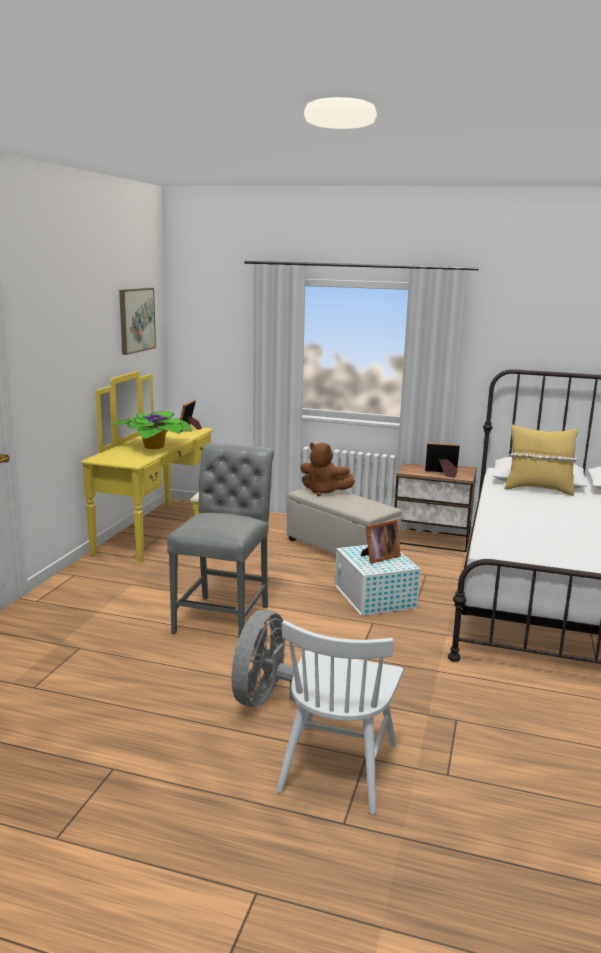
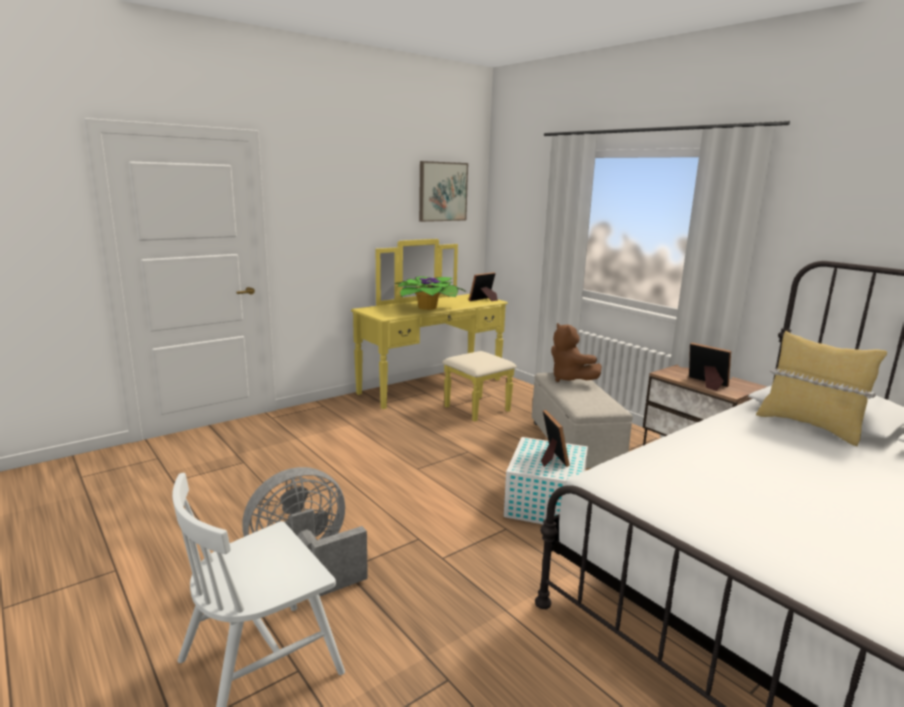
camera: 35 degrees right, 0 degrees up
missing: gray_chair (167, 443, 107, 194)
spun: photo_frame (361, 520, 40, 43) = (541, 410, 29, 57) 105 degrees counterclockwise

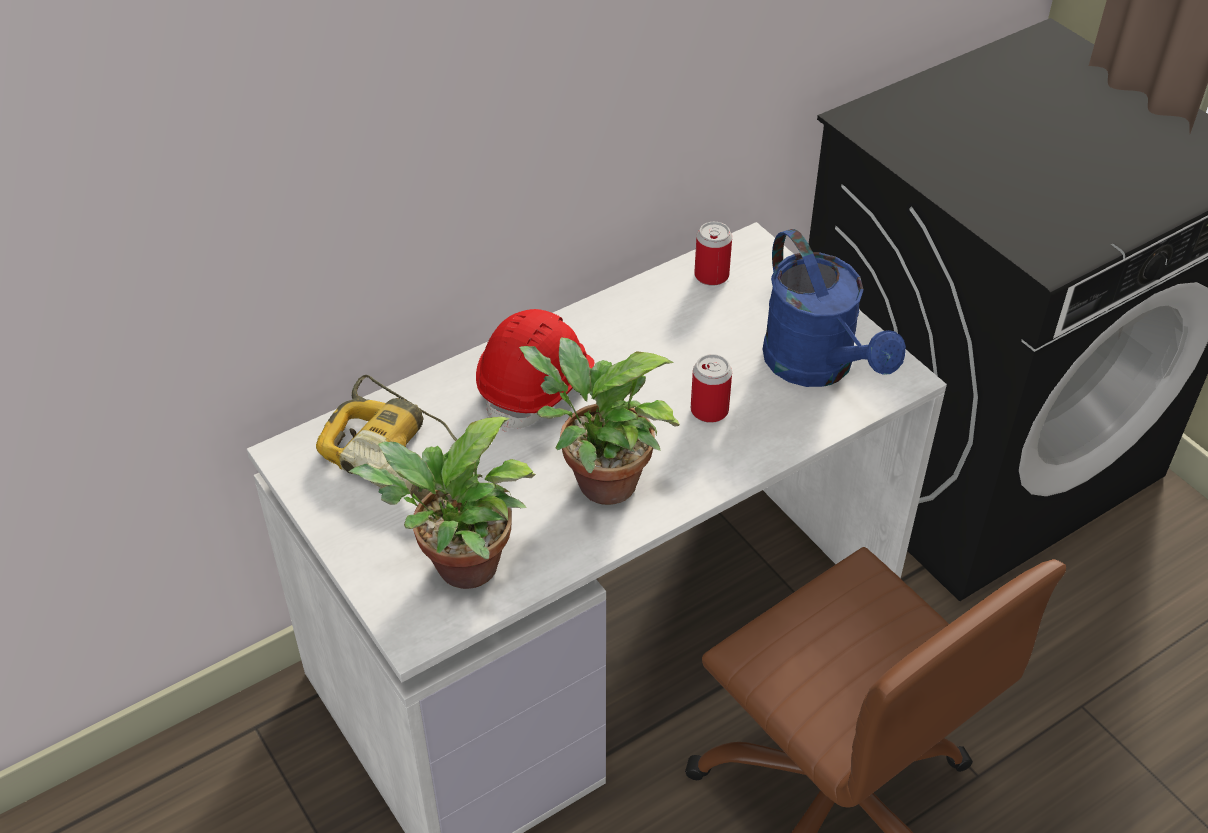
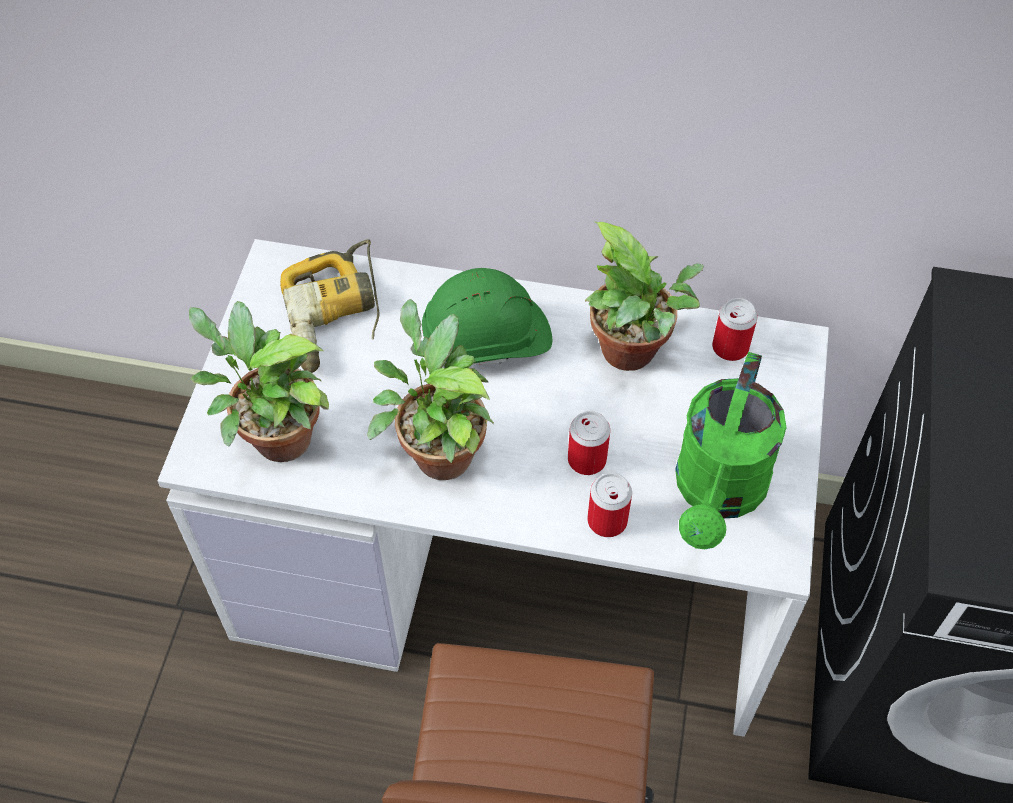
camera: 45 degrees right, 10 degrees up
appeared: plant_in_a_pot (585, 221, 119, 150); can (587, 473, 45, 64)
colour: red_work_helmet (476, 309, 119, 123) to greenish_work_helmet (422, 268, 130, 99); bluish_sprinkling_can (763, 229, 143, 158) to greenish_sprinkling_can (675, 352, 112, 197)

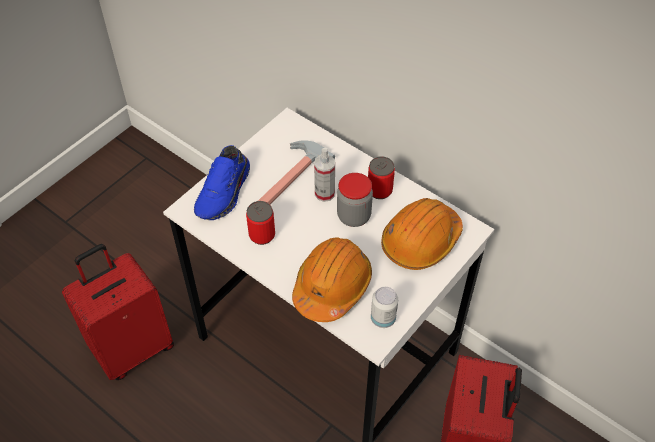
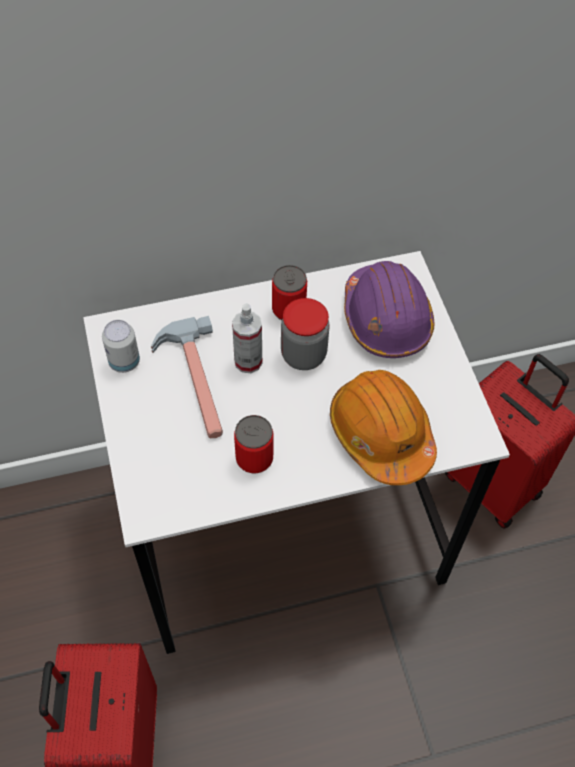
camera: 55 degrees left, 5 degrees up
missing: bluish_shoe (194, 145, 56, 75)
relocated: can (371, 287, 27, 41) to (102, 320, 38, 53)
colour: orange-coloured_work_helmet (381, 198, 82, 72) to purple-coloured_work_helmet (344, 261, 91, 97)

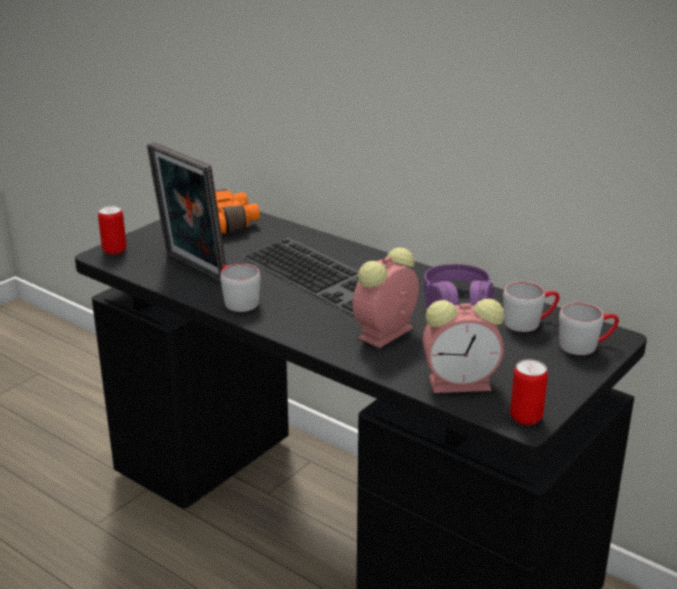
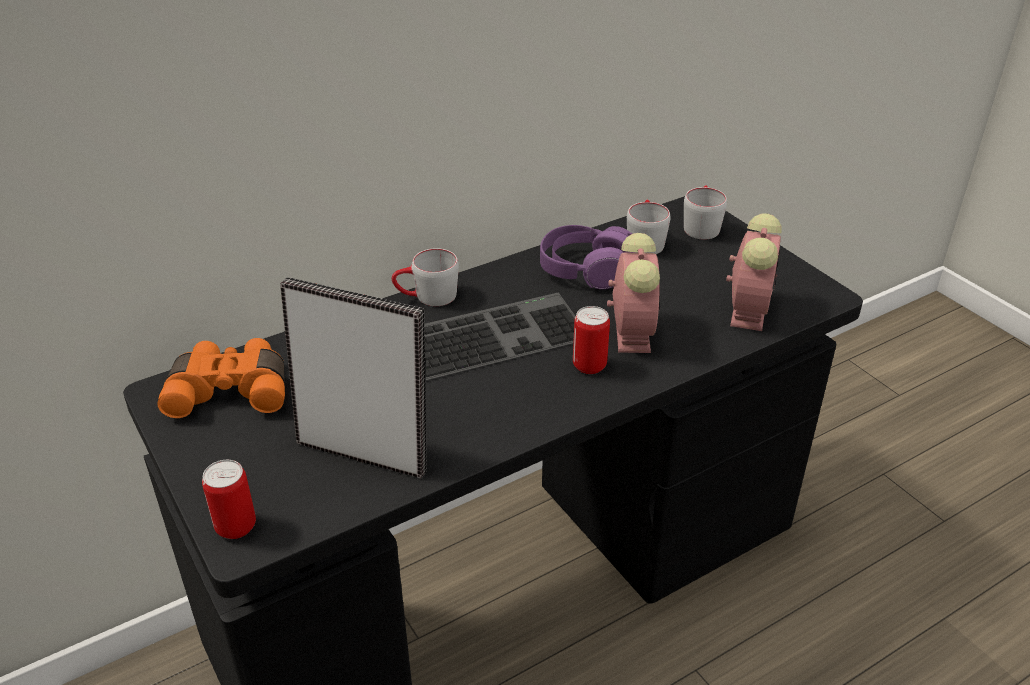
camera: 70 degrees left, 10 degrees up
relocated: gray_mug (220, 264, 41, 48) to (392, 248, 67, 58); can (510, 359, 38, 66) to (573, 306, 37, 68)
spun: photo_frame (147, 142, 79, 141) = (280, 277, 147, 201) 135 degrees counterclockwise; table_clock (353, 247, 66, 101) = (607, 233, 53, 120) 150 degrees counterclockwise

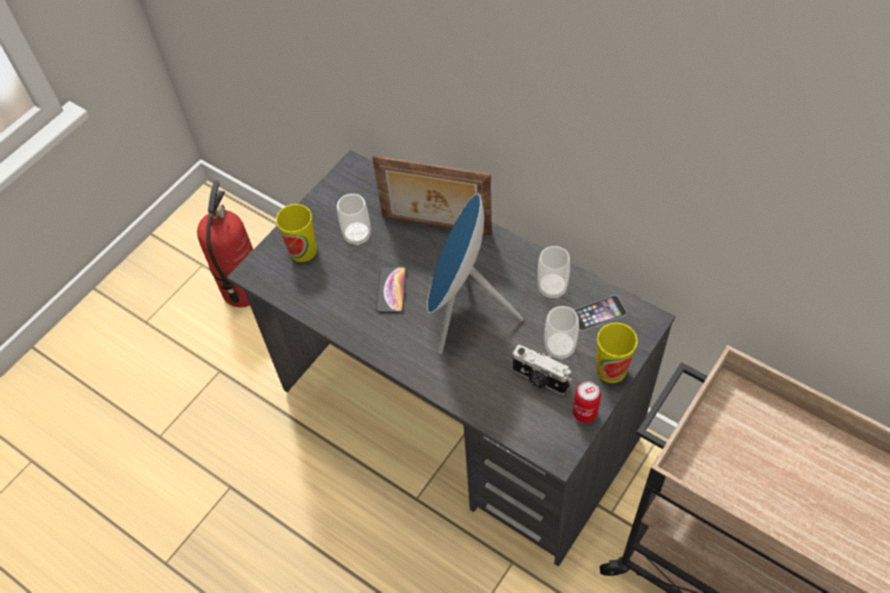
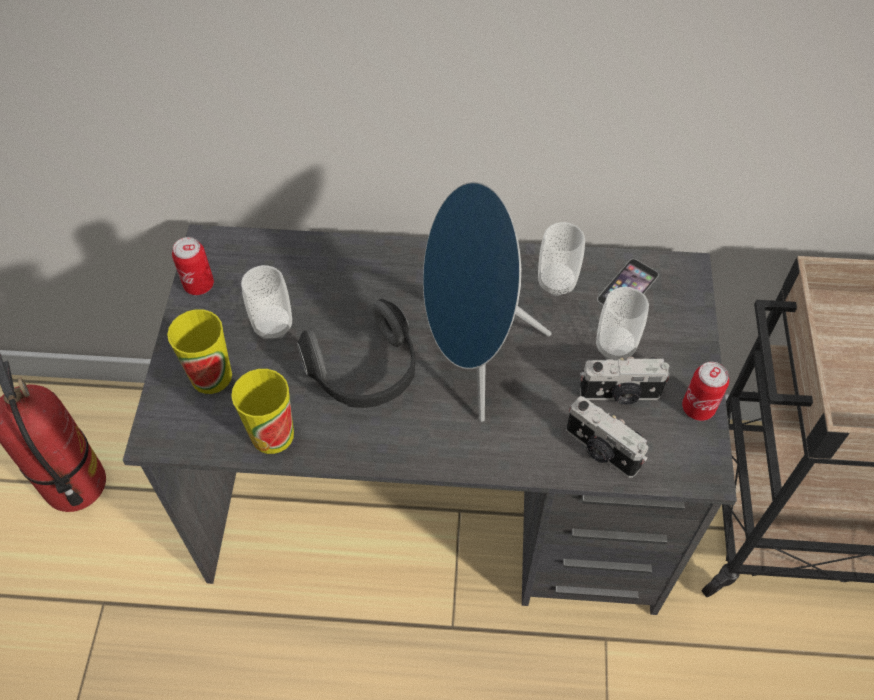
camera: 35 degrees left, 0 degrees up
missing: photo_frame (372, 155, 120, 80)
appeared: can (172, 237, 42, 58); still_camera (566, 396, 82, 82)
relocated: cup (596, 323, 42, 60) to (231, 369, 63, 85)
exchanged: phone (376, 267, 31, 46) to headphones (297, 299, 118, 109)

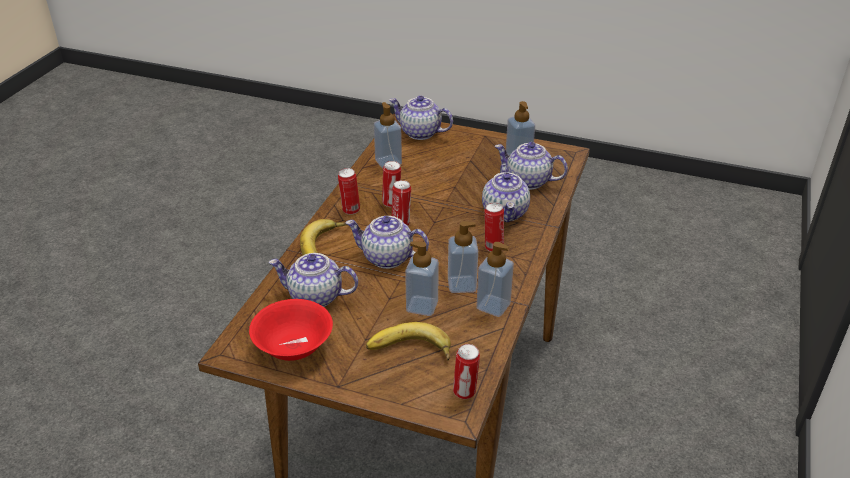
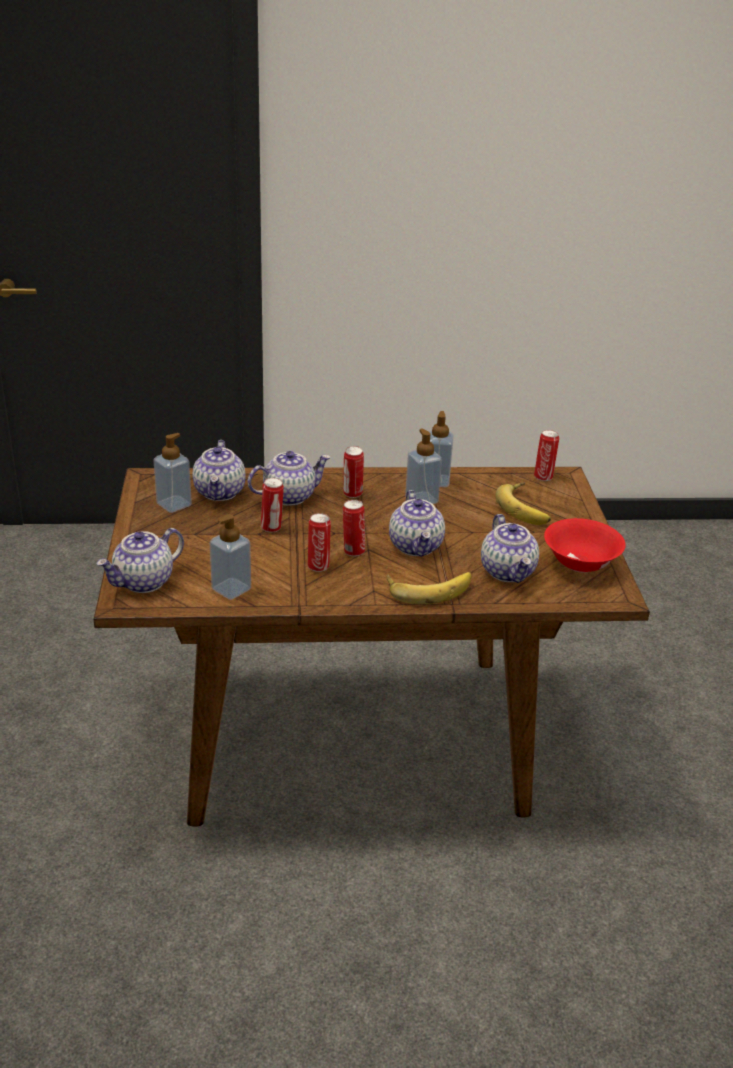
camera: 115 degrees left, 5 degrees down
missing: soap_dispenser (405, 242, 34, 74)
relocated: can (338, 168, 22, 47) to (261, 478, 23, 54)
spun: tea_pot (389, 95, 64, 45) = (96, 528, 88, 65) 45 degrees clockwise

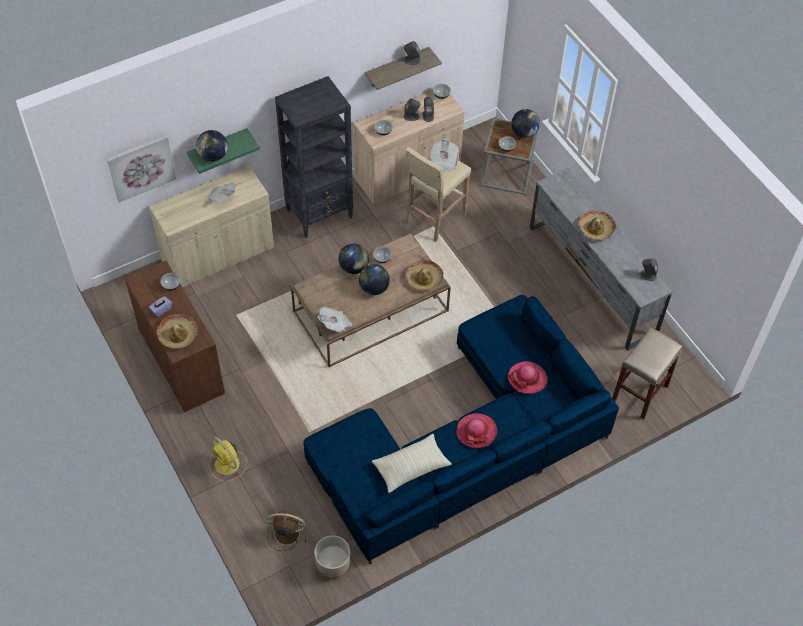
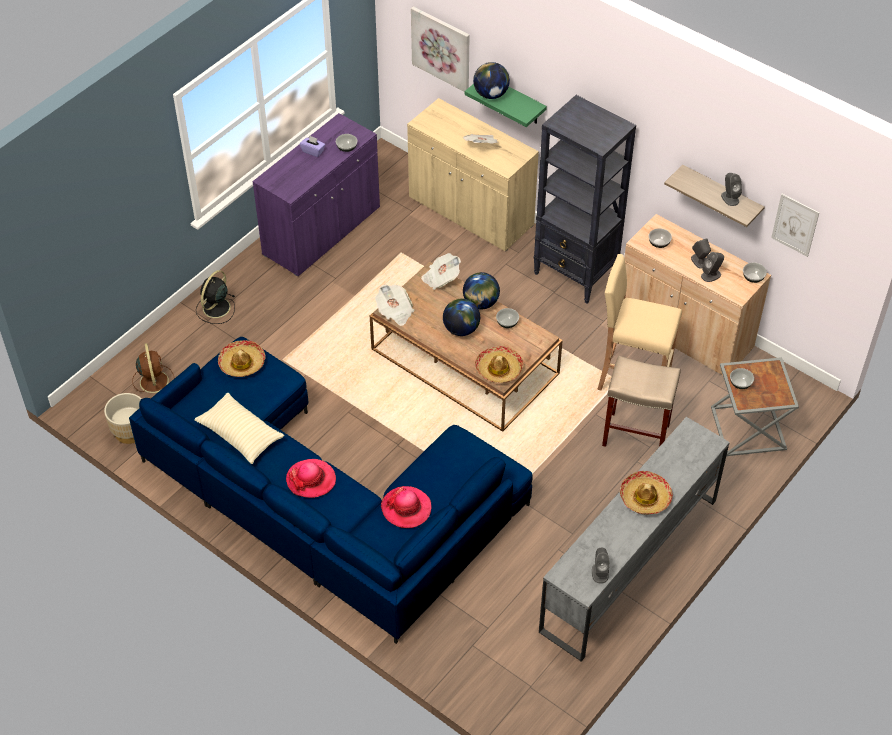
camera: 70 degrees right, 5 degrees down
missing: world_globe (512, 109, 28, 29)
appeared: wall_picture (771, 194, 49, 63)
relocated: hat (157, 314, 41, 35) to (218, 340, 48, 37); printed_paper (430, 139, 30, 34) to (421, 253, 40, 37); beige-coloured_sitting_stool (612, 327, 71, 92) to (602, 356, 79, 91)
colour: brown_storage_cabinet (125, 261, 100, 152) to purple-coloured_storage_cabinet (252, 113, 128, 163); yellow_electric_fan (208, 437, 39, 45) to black_electric_fan (196, 270, 39, 54)

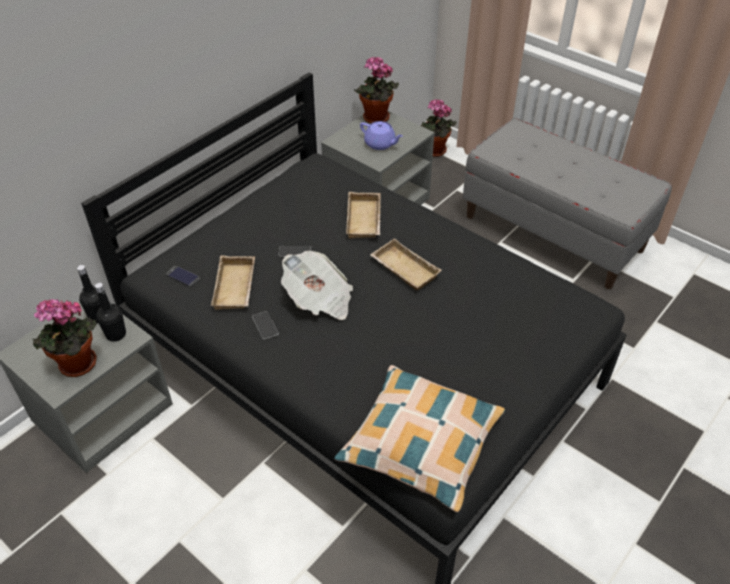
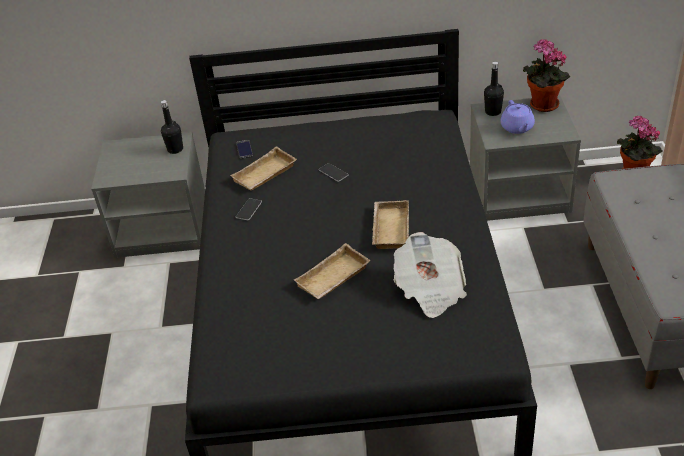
camera: 50 degrees right, 5 degrees down
missing: plant_in_a_pot (32, 299, 65, 78); throw_pillow (334, 365, 171, 147)
relocated: black_beverage_bottle (95, 283, 31, 59) to (484, 61, 20, 55); printed_paper (281, 251, 72, 69) to (393, 232, 74, 86); beige-coloured_tray (346, 192, 35, 46) to (294, 243, 77, 56)

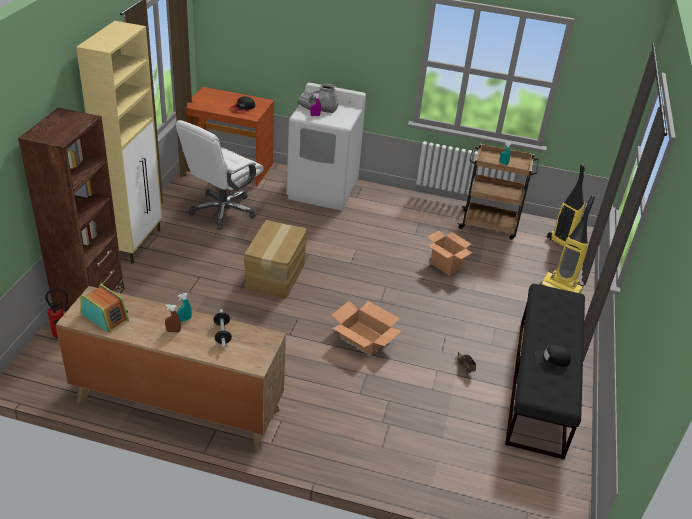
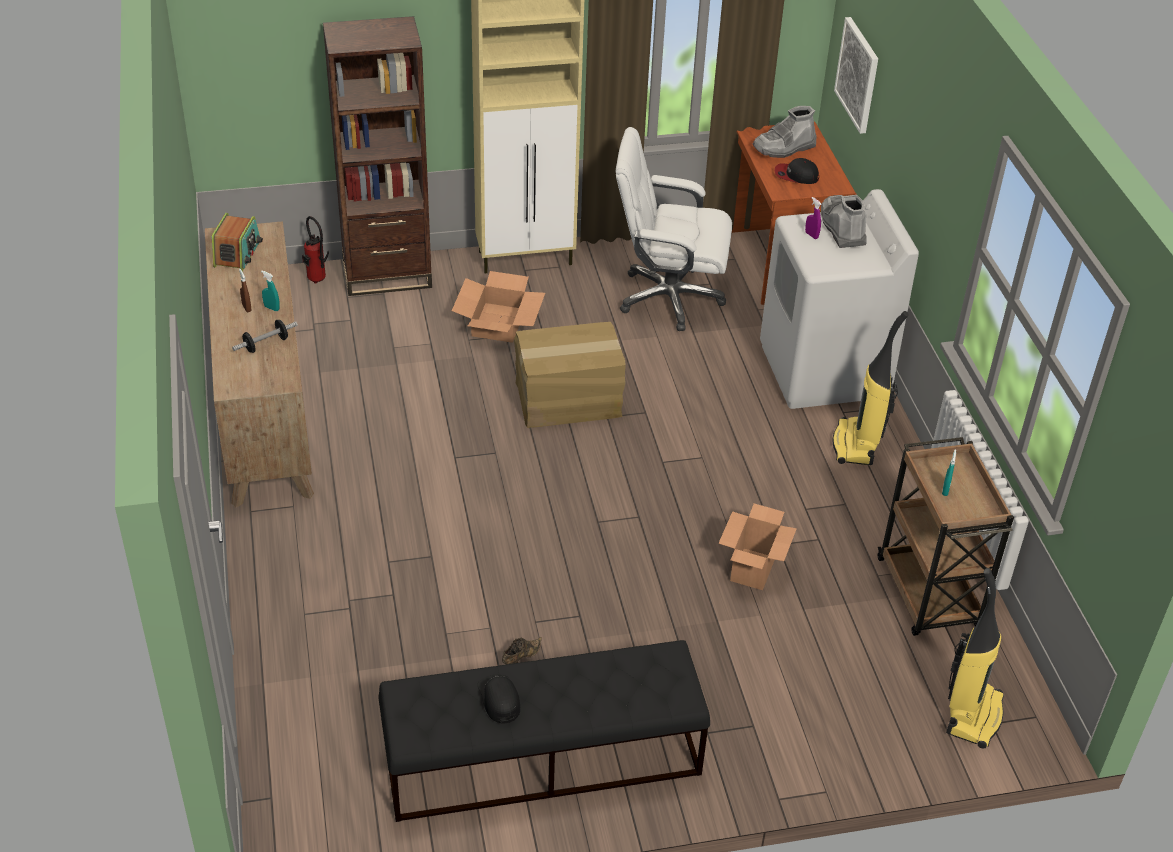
camera: 65 degrees right, 5 degrees up
appeared: gray_tall_boot (752, 106, 65, 52); wall_picture (834, 17, 44, 117)
relocated: packing_box (332, 301, 69, 54) to (452, 271, 93, 72); vacuum (540, 195, 55, 98) to (832, 311, 76, 154)

